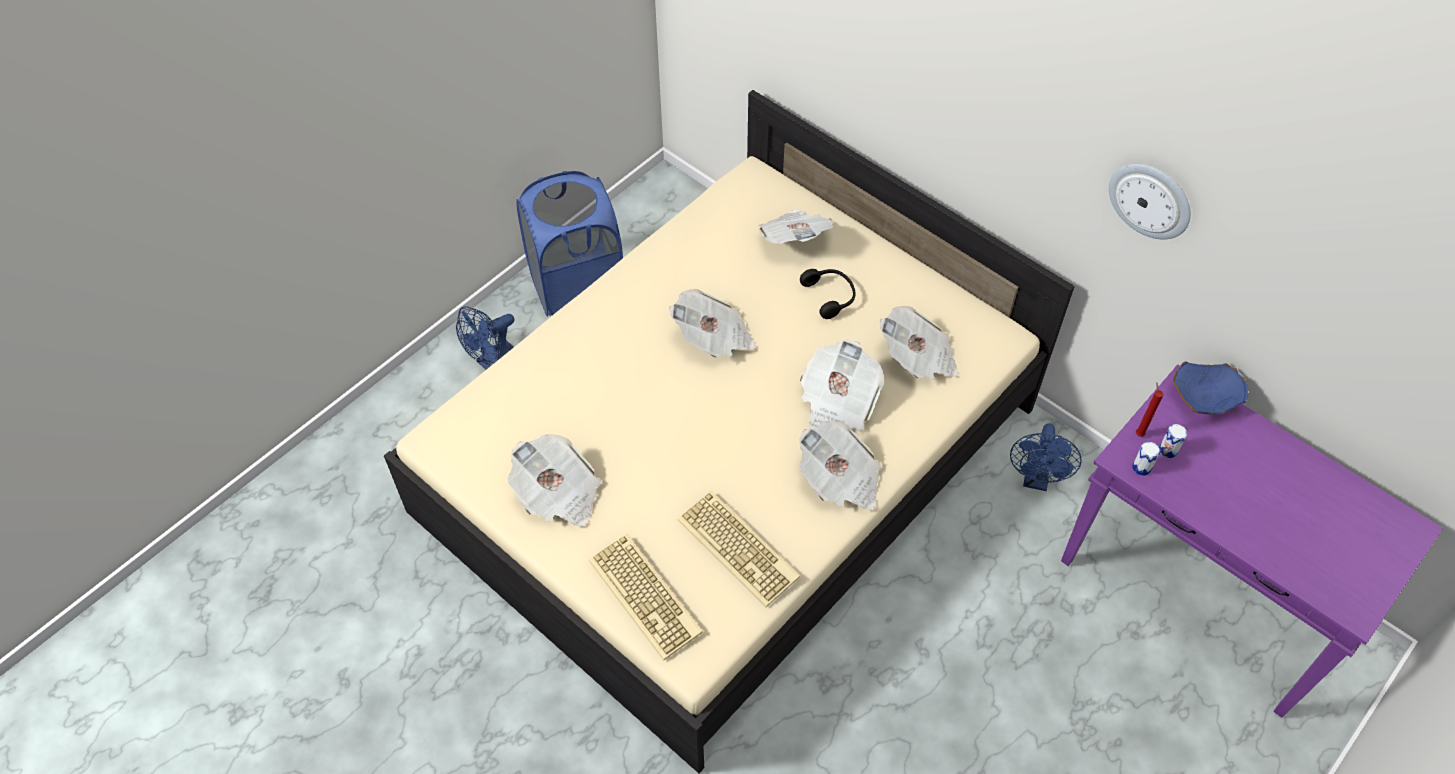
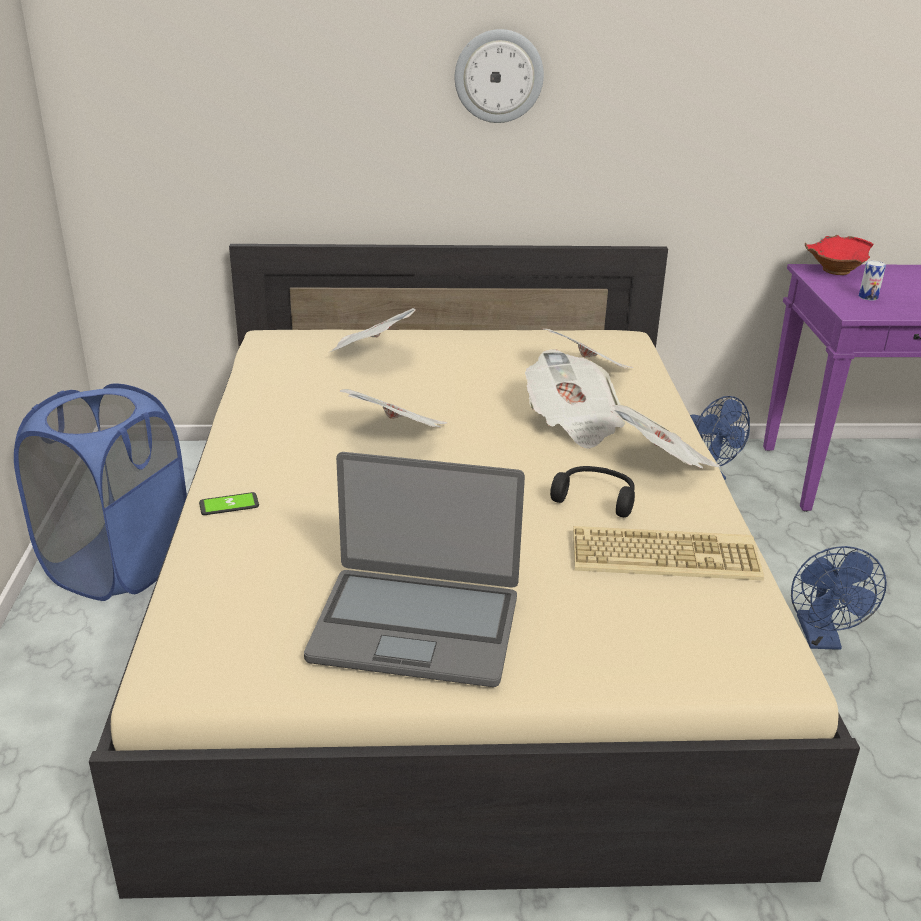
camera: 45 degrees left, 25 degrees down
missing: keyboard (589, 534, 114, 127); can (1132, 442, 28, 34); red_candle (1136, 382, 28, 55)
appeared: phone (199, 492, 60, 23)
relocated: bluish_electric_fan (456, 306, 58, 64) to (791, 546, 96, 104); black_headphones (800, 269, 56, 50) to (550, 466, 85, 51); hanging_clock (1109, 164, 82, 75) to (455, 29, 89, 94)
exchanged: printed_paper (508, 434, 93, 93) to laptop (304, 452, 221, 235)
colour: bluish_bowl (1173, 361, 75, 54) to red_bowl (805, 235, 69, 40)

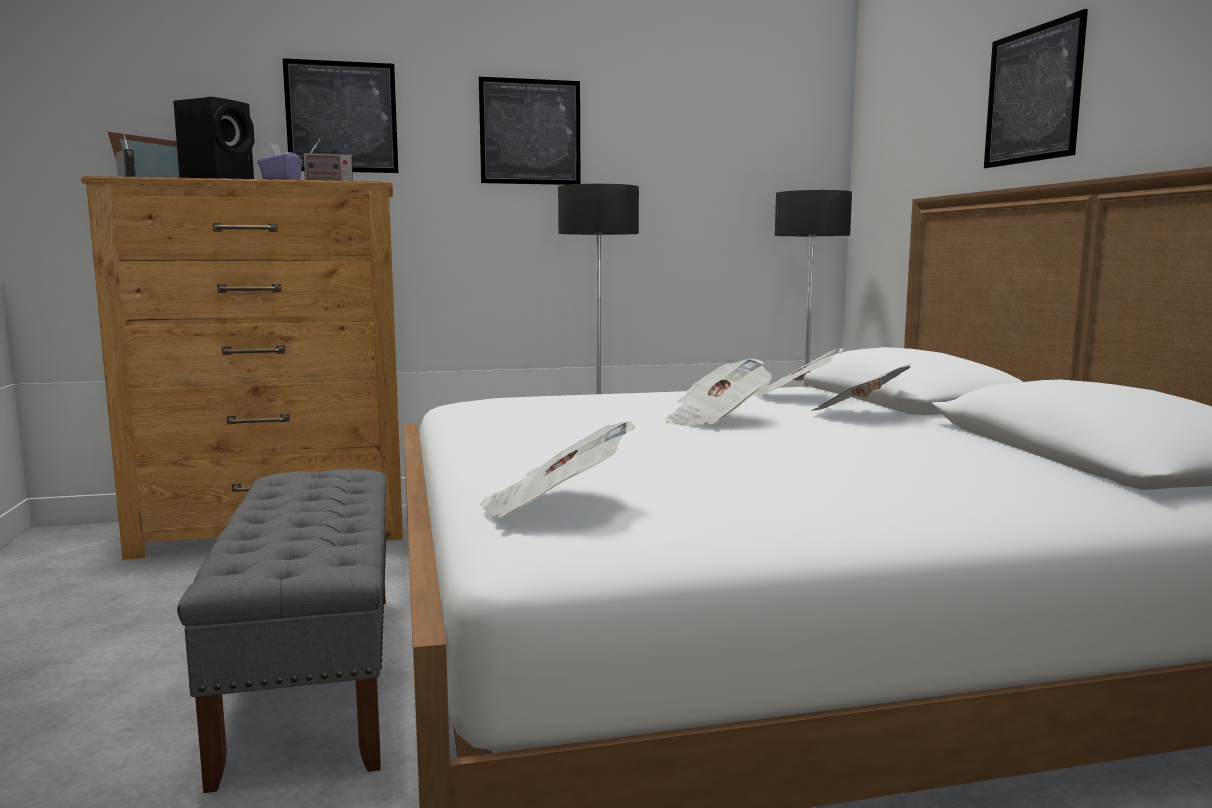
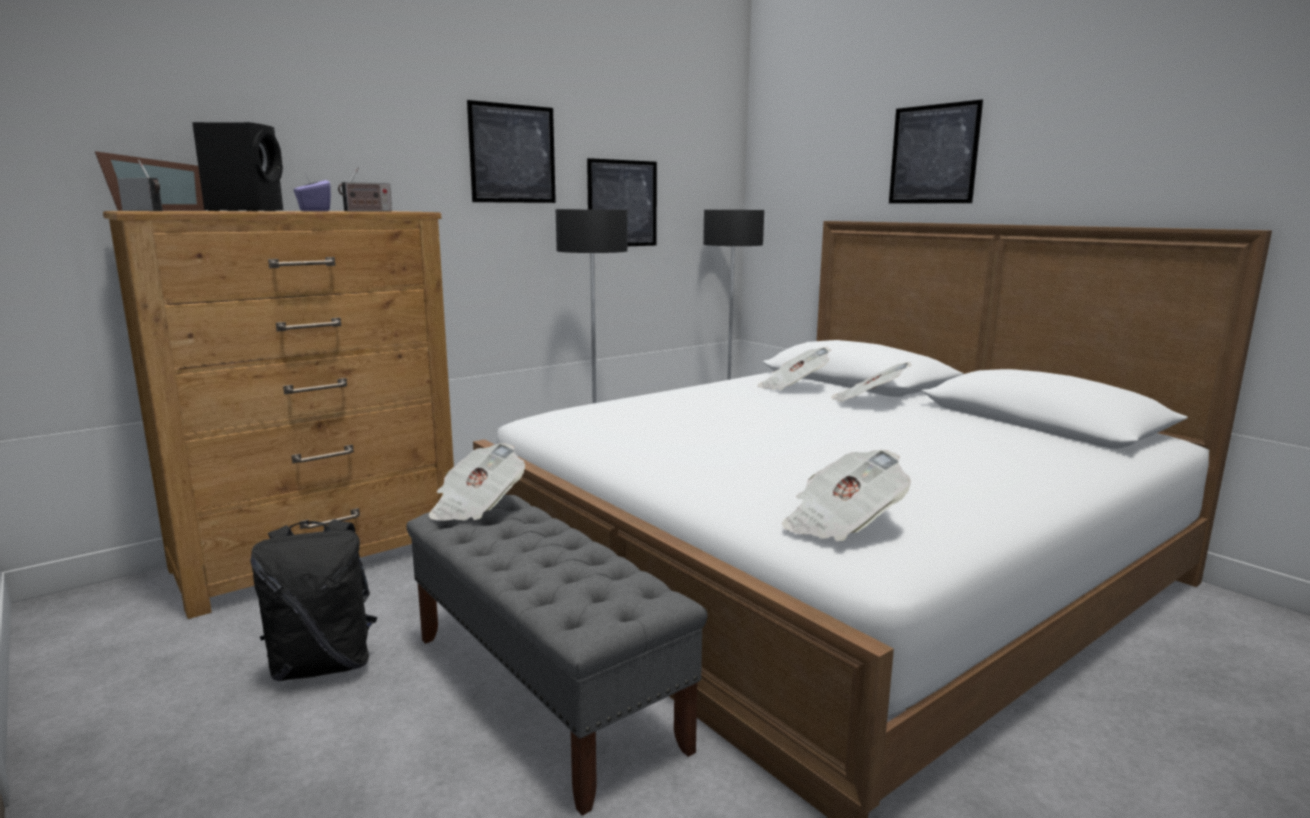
camera: 25 degrees left, 5 degrees up
appeared: black_rucksack (250, 519, 127, 162)
relocated: wall_picture (283, 58, 115, 115) to (587, 158, 70, 88); printed_paper (665, 359, 107, 66) to (429, 443, 96, 78)

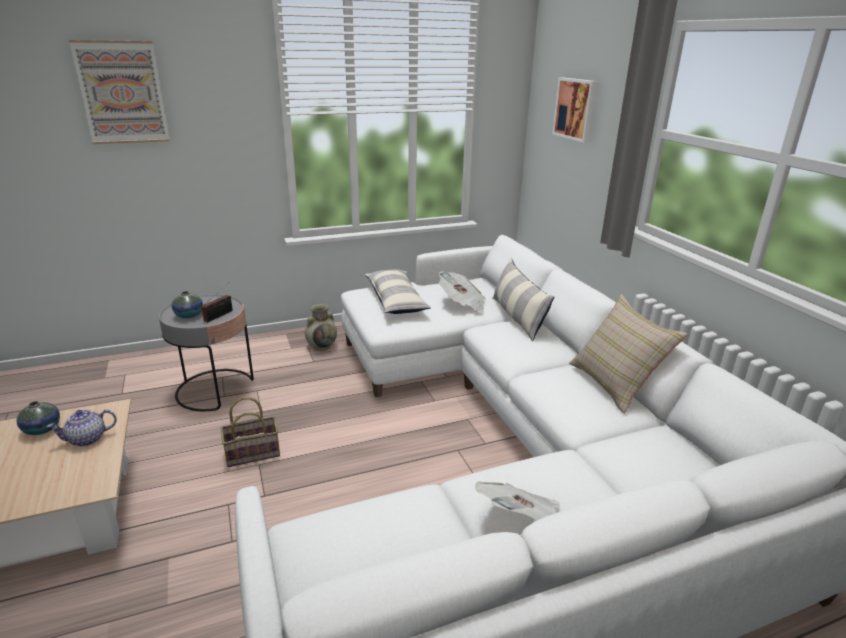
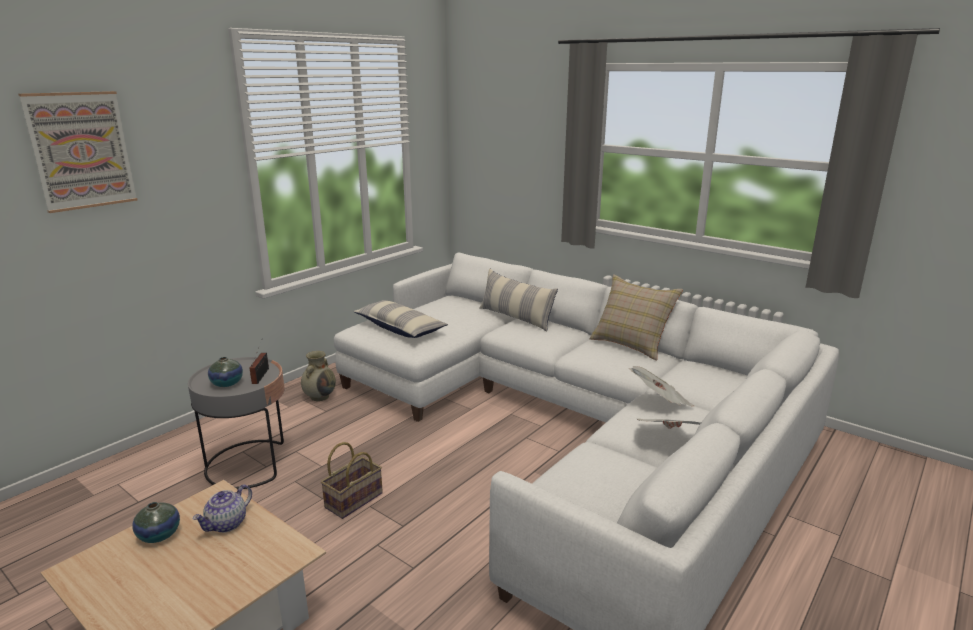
camera: 30 degrees left, 5 degrees down
missing: wall_picture (552, 78, 46, 65)
relocated: printed_paper (439, 271, 47, 41) to (629, 366, 65, 41)

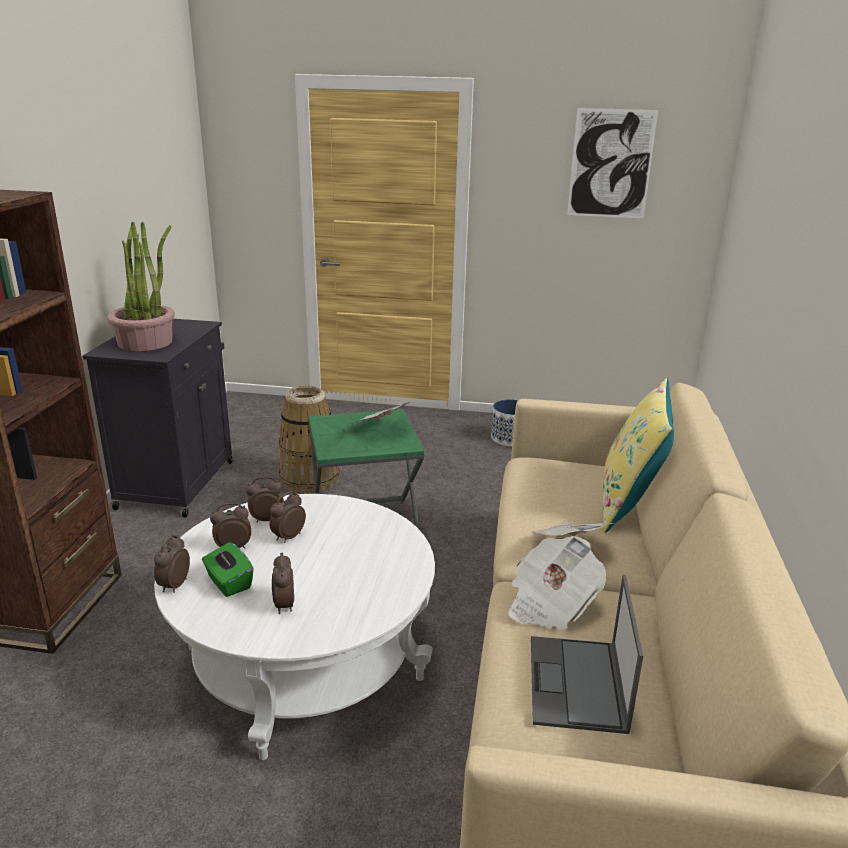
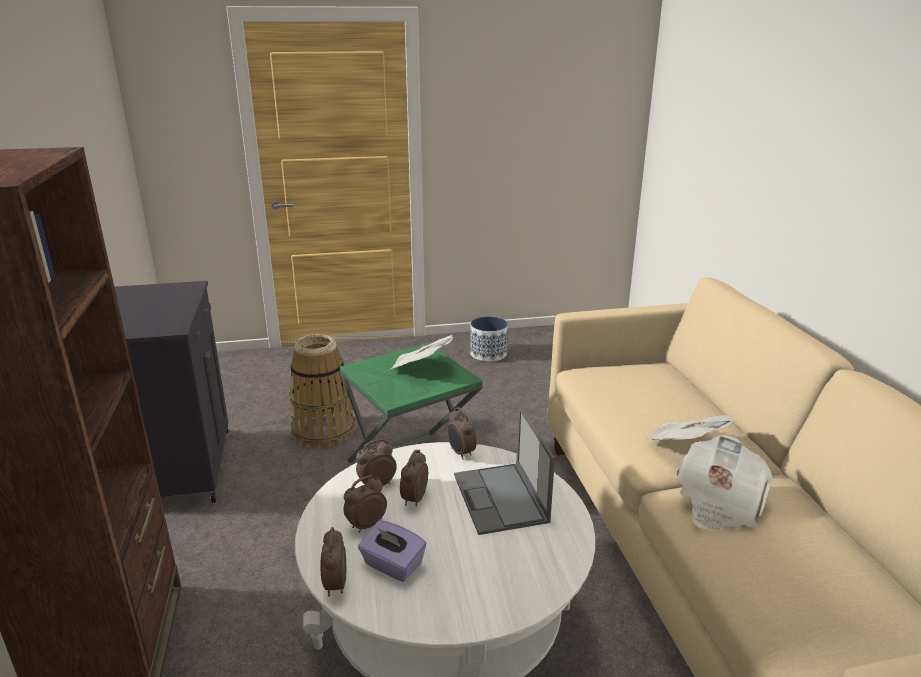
camera: 20 degrees left, 0 degrees up
missing: plant_in_a_pot (107, 222, 68, 129); wall_picture (567, 108, 91, 110); yellow_throw_pillow (602, 378, 72, 155)
relocated: table_clock (272, 553, 22, 61) to (447, 407, 30, 53); laptop (531, 575, 112, 159) to (454, 406, 101, 129)
colour: greenish_tissue_box (202, 542, 52, 55) to purple-coloured_tissue_box (358, 521, 68, 61)

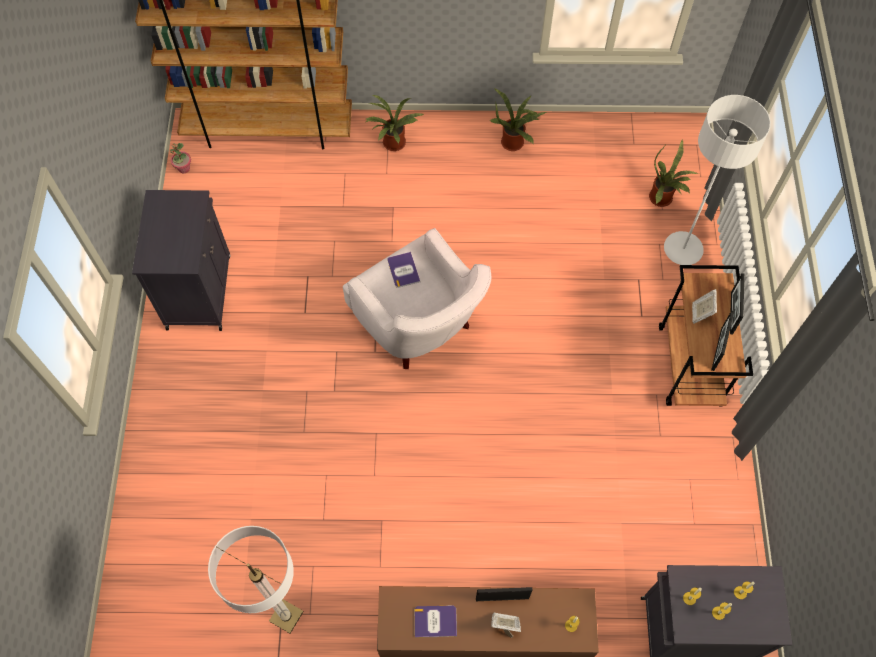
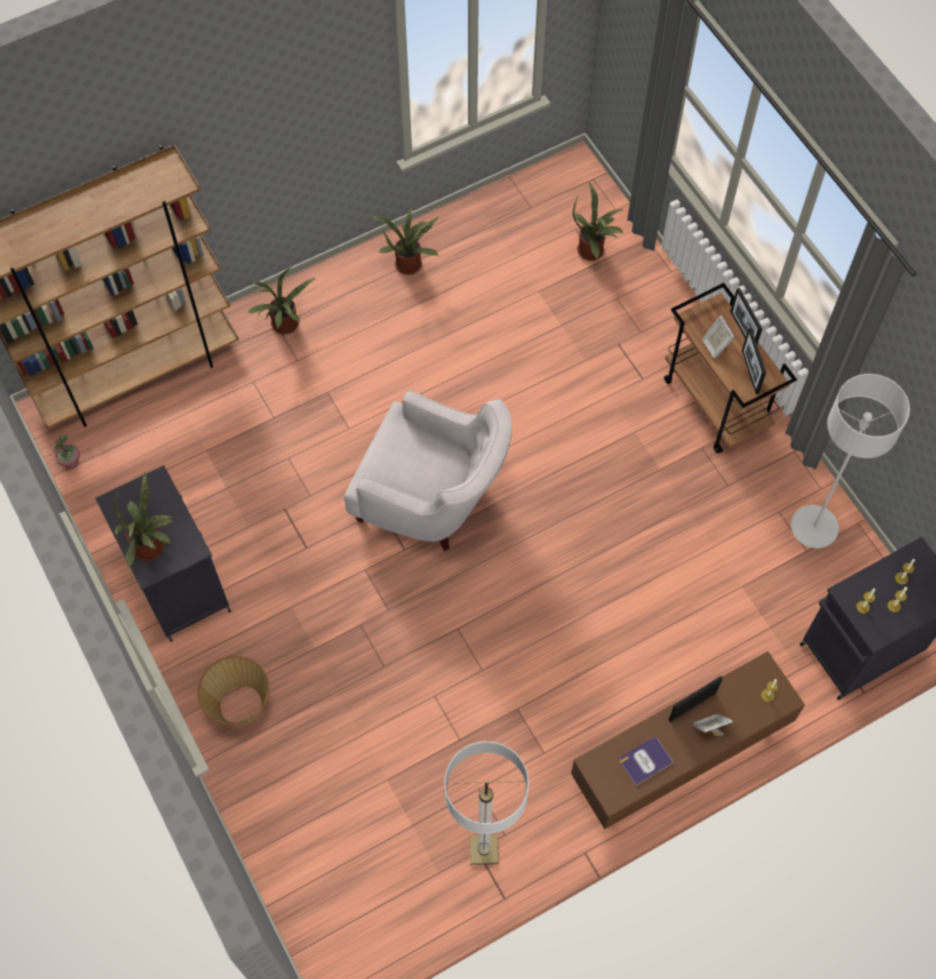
camera: 30 degrees left, 0 degrees up
missing: bound_book (387, 252, 33, 36)
appeared: plant_in_a_pot (113, 473, 60, 95); basket (198, 656, 72, 70)
relocated: gray_standard_lamp (664, 95, 107, 170) to (791, 374, 119, 174)

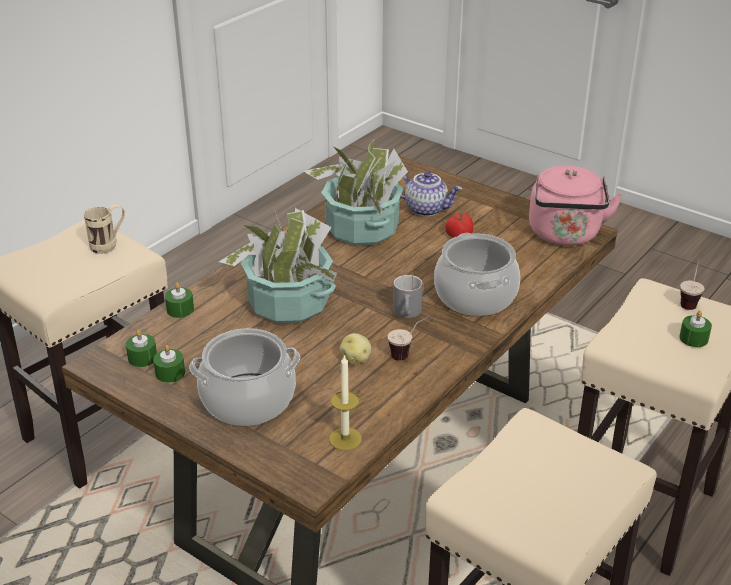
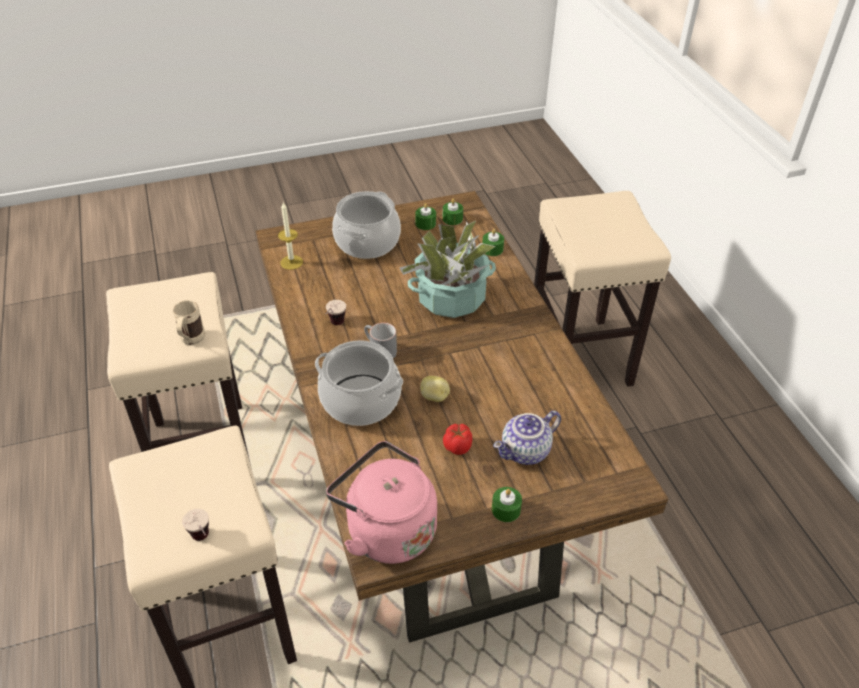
camera: 125 degrees right, 10 degrees up
missing: plant_in_a_pot (303, 140, 105, 106)
relocated: beige-coloured_mug (84, 204, 41, 50) to (173, 300, 32, 45); whole_potato (339, 333, 32, 31) to (420, 376, 30, 26); greenish_candle (679, 311, 33, 36) to (492, 487, 30, 35)

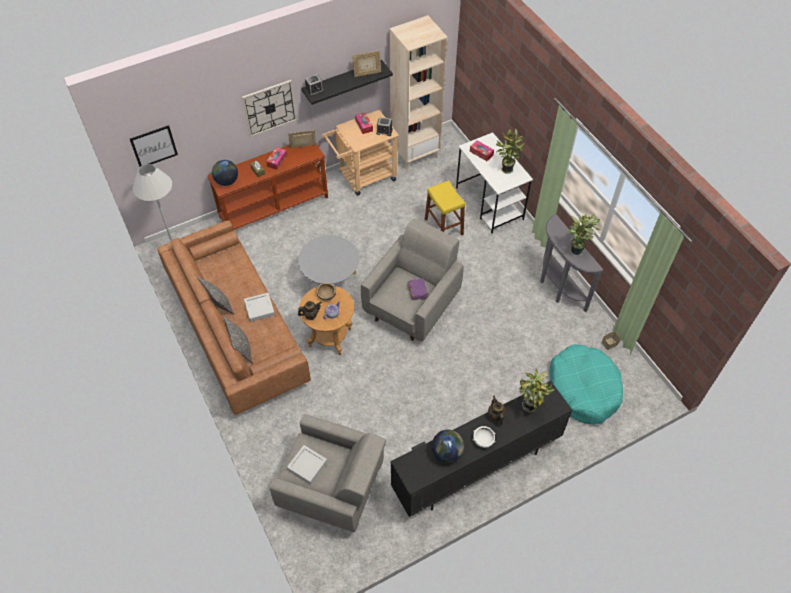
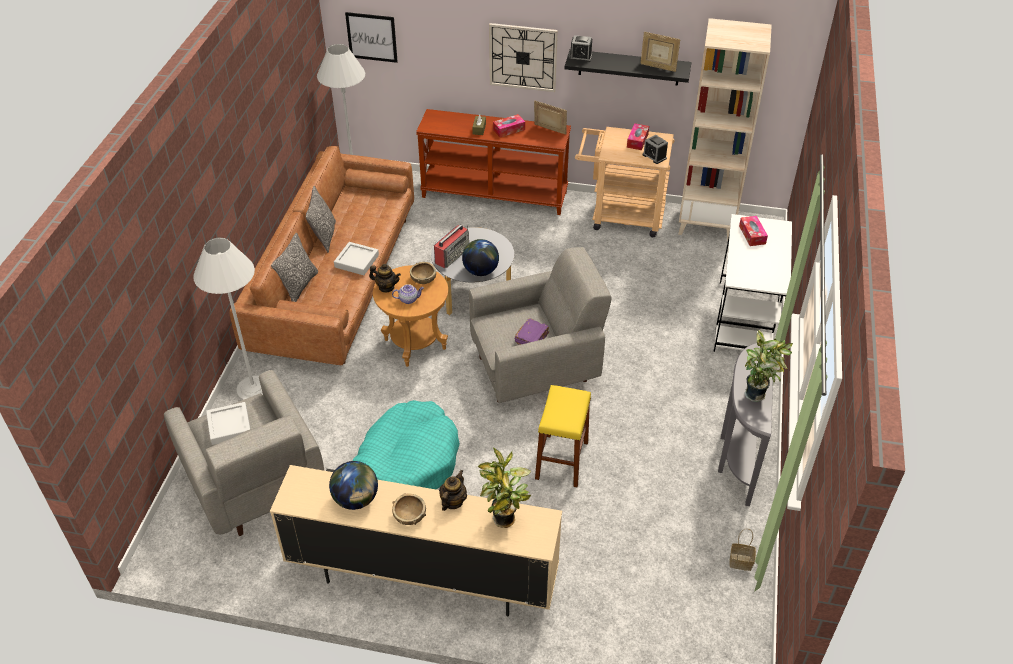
camera: 40 degrees right, 10 degrees down
missing: plant_in_a_pot (496, 129, 29, 45)
appeared: whitish_standard_lamp (193, 238, 70, 162); radio (434, 225, 35, 43)
relocated: world_globe (212, 160, 26, 26) to (462, 239, 37, 37); yellow_sitting_stool (425, 180, 41, 56) to (535, 385, 56, 102); turquoise-coloured_dog_bed (549, 344, 74, 81) to (353, 400, 107, 90)
colour: black_media_console (391, 381, 181, 136) to beige-coloured_media_console (270, 465, 292, 152); whitish_bowl (473, 426, 23, 22) to brown_bowl (392, 494, 34, 31)

